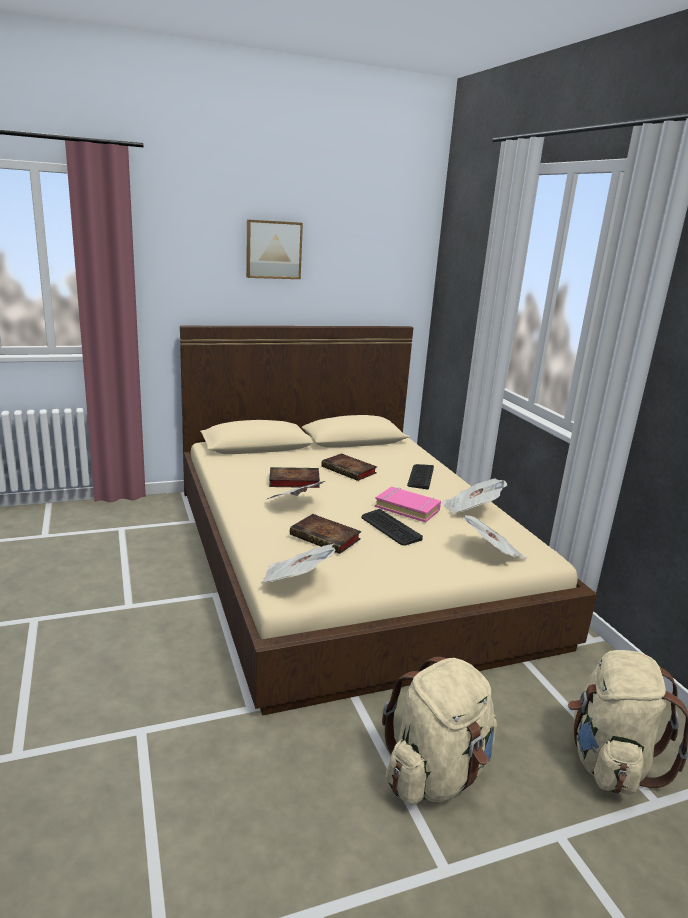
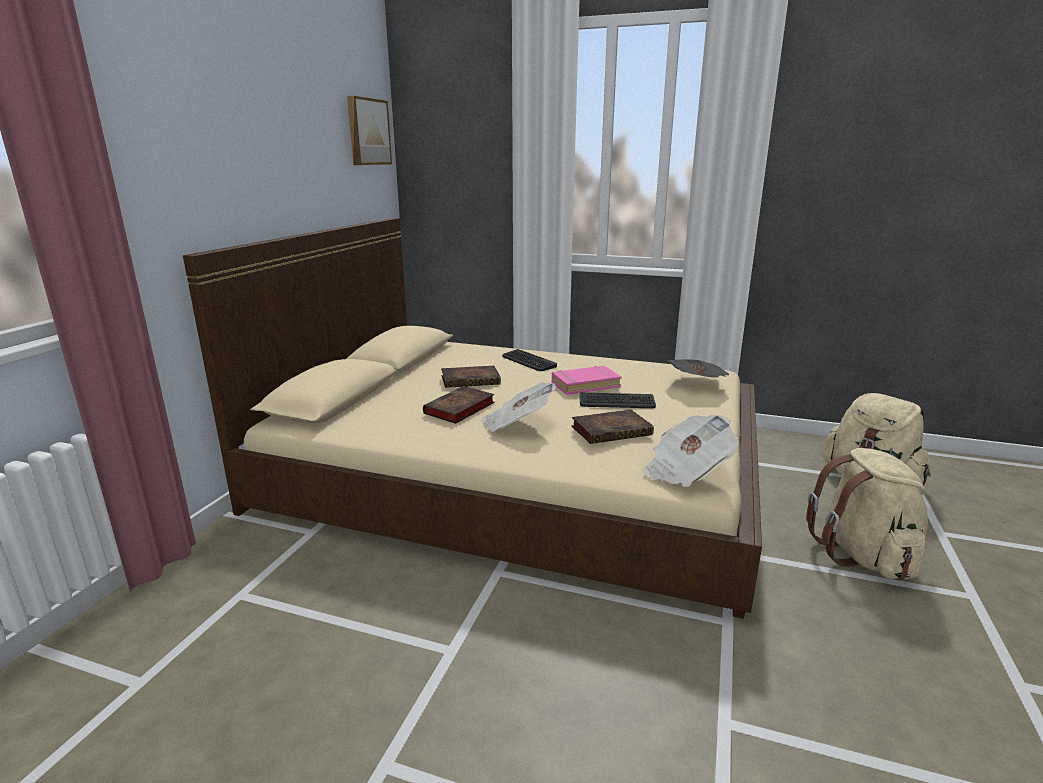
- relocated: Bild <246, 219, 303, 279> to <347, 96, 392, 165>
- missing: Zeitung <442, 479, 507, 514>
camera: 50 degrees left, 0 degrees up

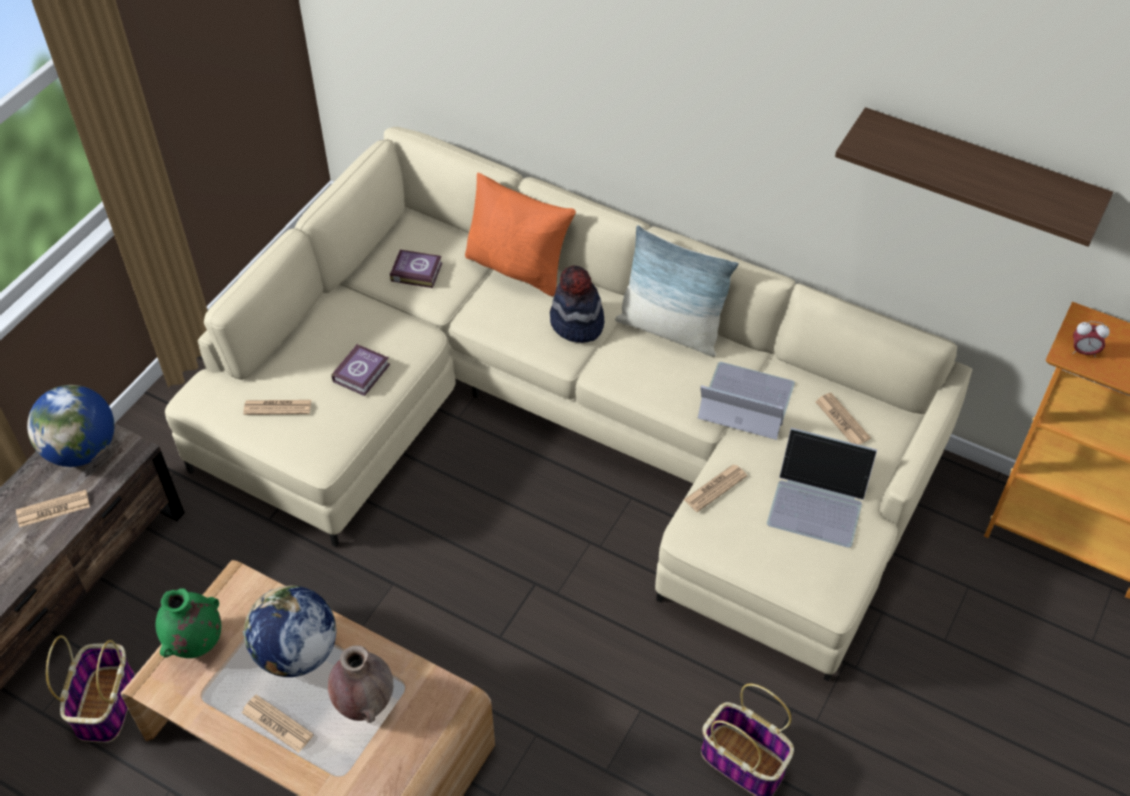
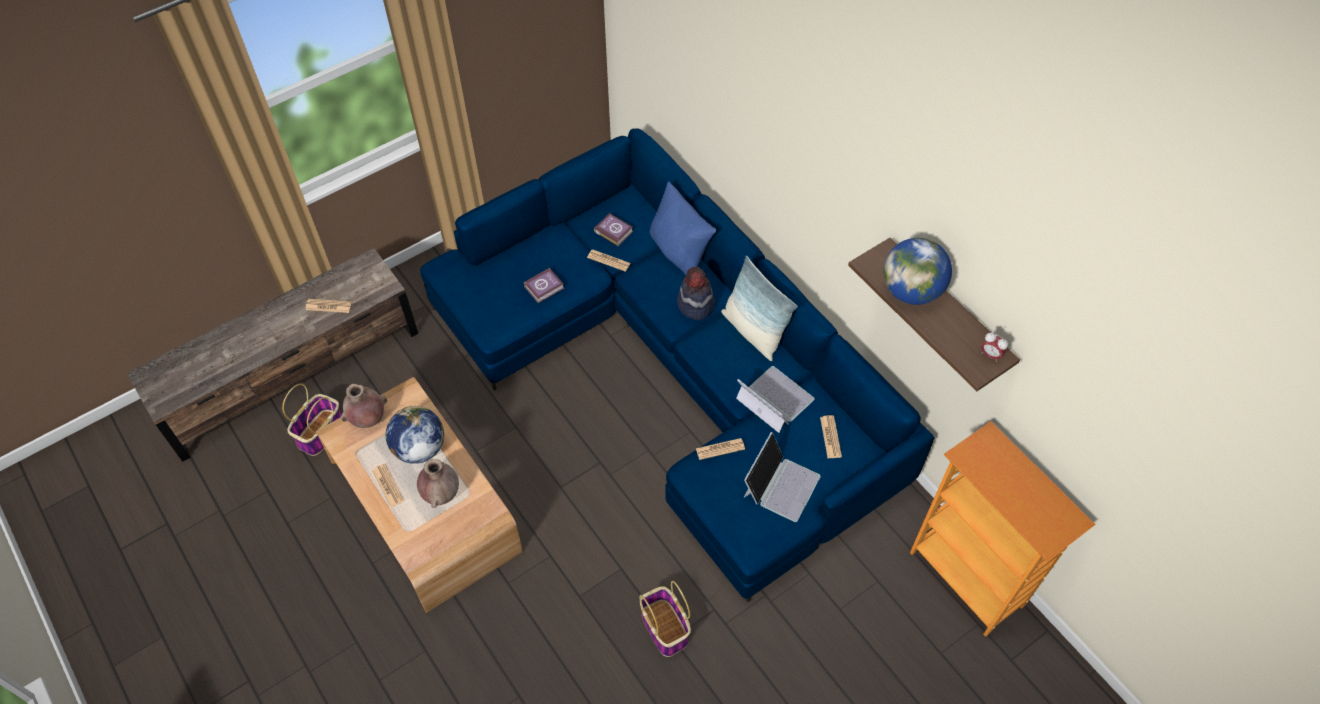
- colour: Sofa (beige) <165, 127, 972, 681> to Sofa (blau) <420, 128, 934, 602>
- colour: Kissen (orange) <465, 173, 576, 296> to Kissen (blau) <650, 181, 716, 275>
- relocated: Wecker <1072, 321, 1110, 358> to <981, 332, 1008, 362>
- relocated: Globus <27, 385, 114, 467> to <883, 238, 952, 305>
- relocated: Zeitung <243, 400, 311, 415> to <587, 250, 630, 272>
- spun: Laptop <767, 428, 877, 548> = <743, 432, 821, 522> 105 degrees counterclockwise
- colour: Vase (grün) <156, 588, 221, 658> to Vase (braun) <341, 384, 387, 428>
camera: 25 degrees right, 5 degrees up

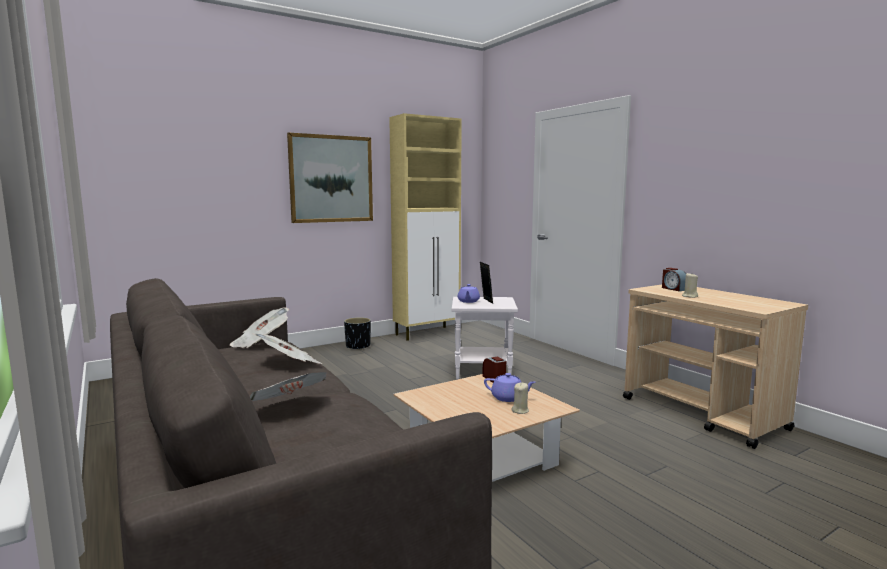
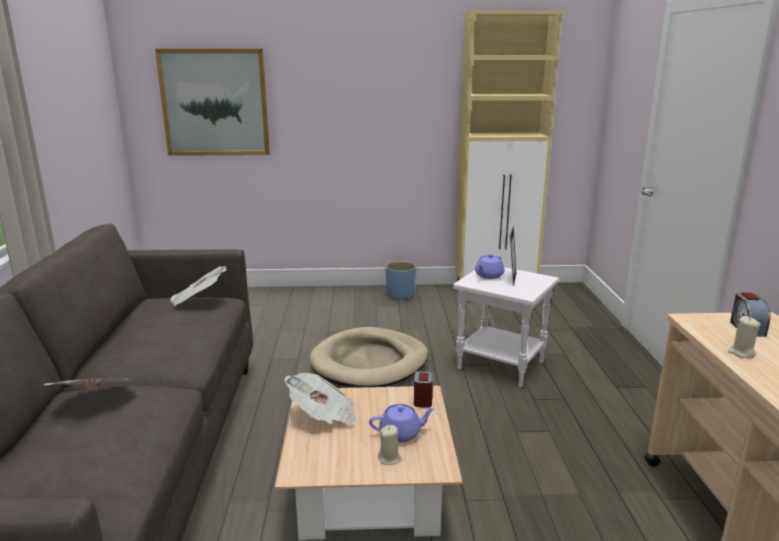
- relocated: Bild <287, 133, 373, 223> to <155, 49, 270, 156>
- colour: Pflanzkübel (schwarz) <344, 317, 371, 350> to Pflanzkübel (blau) <385, 261, 416, 300>
- relocated: Zeitung <252, 333, 323, 364> to <284, 373, 357, 425>
- spun: Teekanne (lila) <484, 373, 535, 402> = <369, 404, 435, 443> 60 degrees counterclockwise
- appeared: Hundebett (beige) <309, 327, 428, 388>
camera: 30 degrees right, 10 degrees up

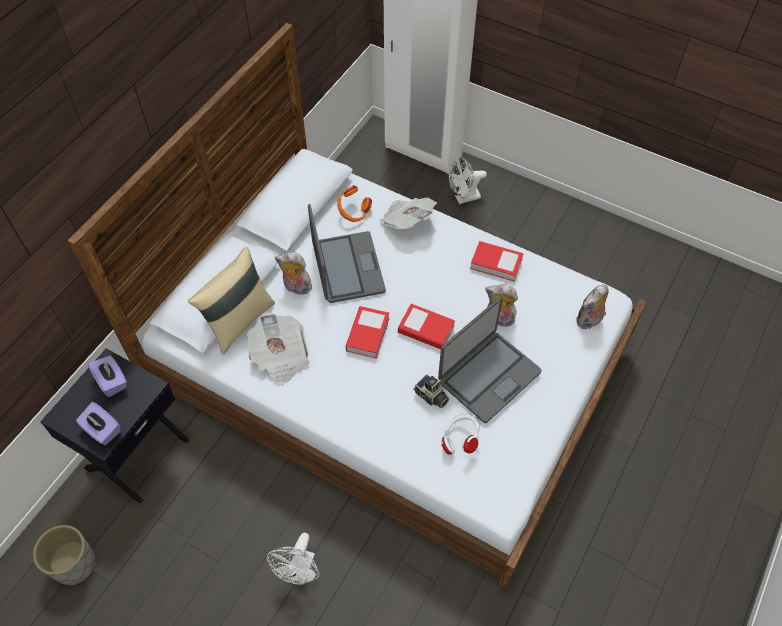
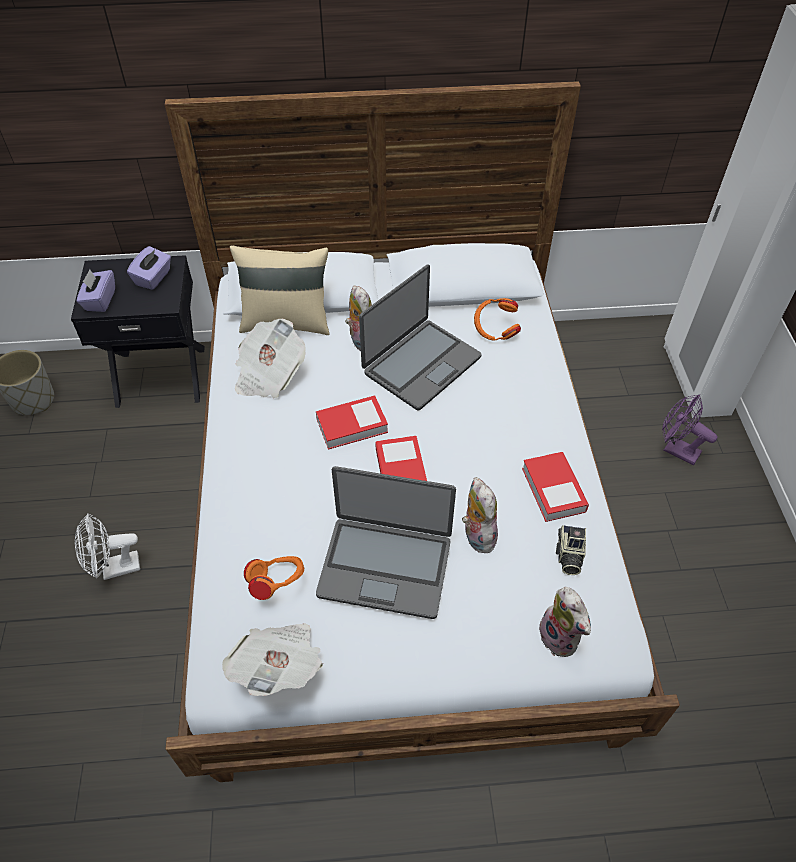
- colour: Ventilator (weiß) <449, 156, 487, 204> to Ventilator (lila) <662, 395, 717, 465>
- relocated: Zeitung <380, 197, 437, 229> to <222, 623, 323, 696>
- spun: Plüschtier <576, 284, 609, 329> = <537, 587, 591, 657> 135 degrees counterclockwise
- relocated: Kamera <413, 374, 449, 408> to <556, 525, 586, 575>
- colour: Kopfhörer (weiß) <441, 414, 480, 455> to Kopfhörer (orange) <244, 556, 304, 600>
camera: 55 degrees right, 5 degrees down

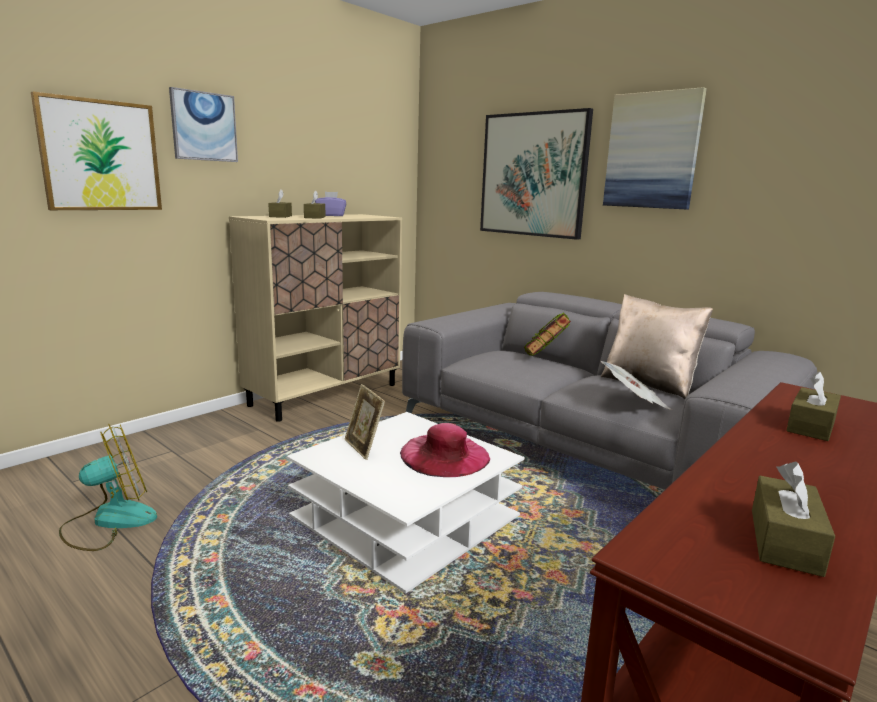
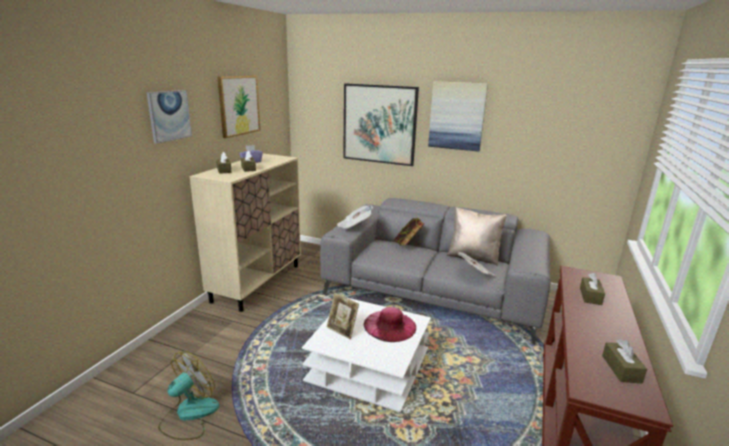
- relocated: Bild <31, 91, 162, 210> to <217, 75, 260, 138>
- appeared: Zeitung <337, 205, 373, 229>
camera: 20 degrees left, 5 degrees up

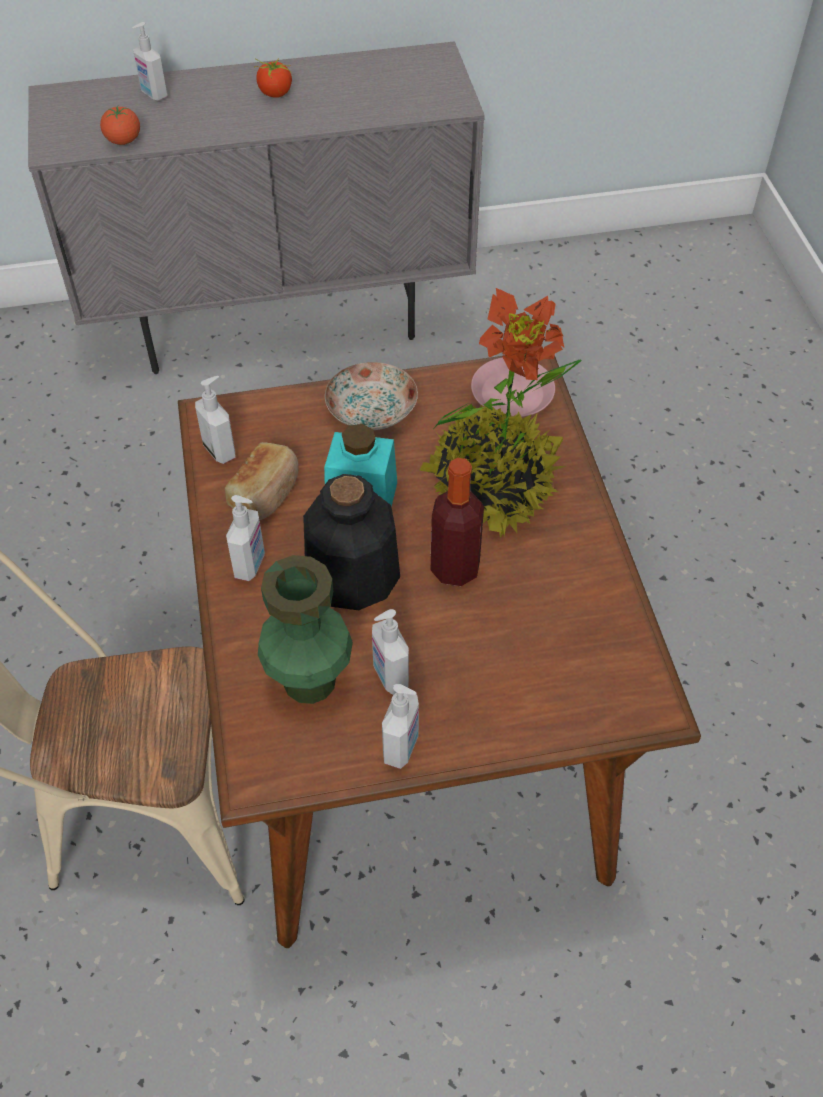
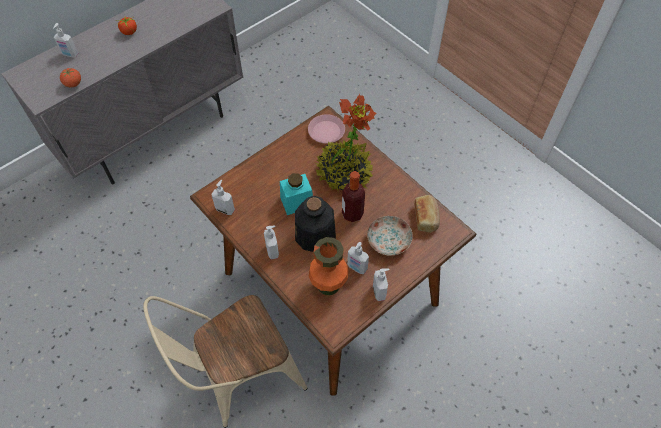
- relocated: Teller <325, 362, 418, 430> to <367, 216, 413, 256>
- relocated: Brot <225, 442, 299, 520> to <414, 195, 440, 233>
- colour: Vase (grün) <258, 555, 353, 704> to Vase (orange) <309, 237, 349, 295>
camera: 30 degrees left, 5 degrees up

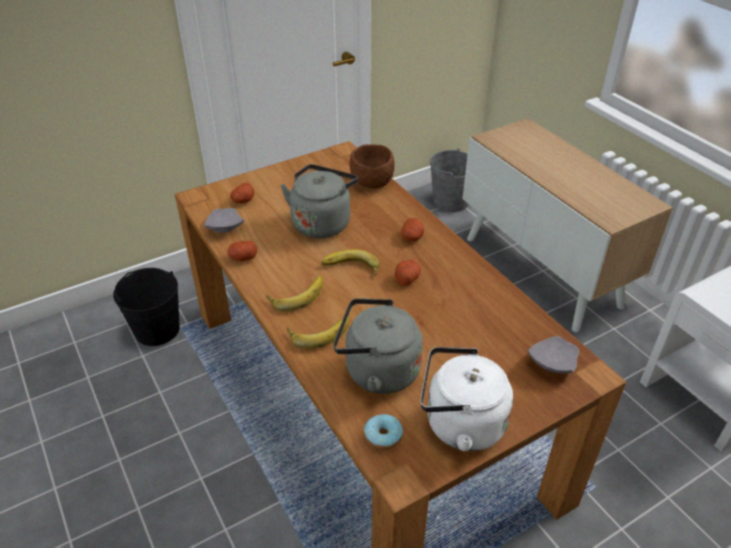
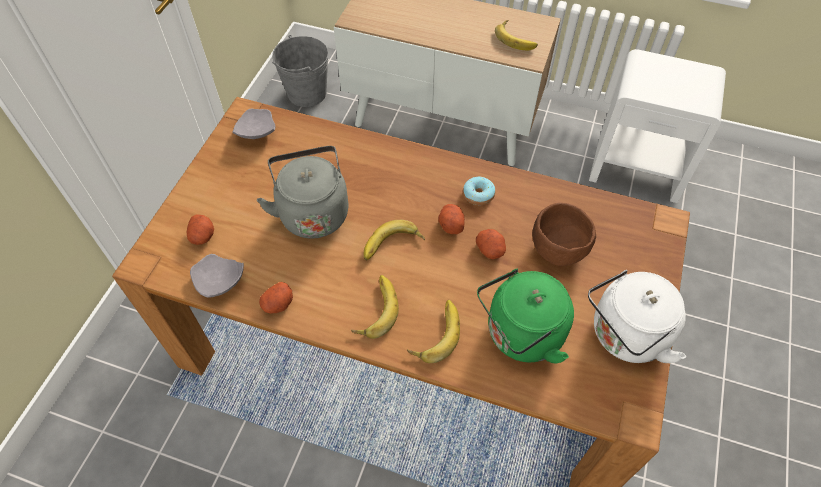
- relocated: Schüssel (braun) <349, 144, 395, 189> to <532, 203, 596, 266>
- relocated: Kartoffel <401, 218, 424, 241> to <476, 229, 506, 259>
- missing: Eimer (schwarz) <113, 268, 180, 346>
- colour: Wasserkessel (grau) <333, 298, 423, 394> to Wasserkessel (grün) <477, 269, 574, 363>
- relocated: Teller (grau) <527, 336, 579, 374> to <232, 108, 275, 139>
- relocated: Donut <364, 414, 403, 450> to <463, 176, 495, 205>
- appeared: Banane <495, 20, 538, 50>
camera: 40 degrees left, 15 degrees up

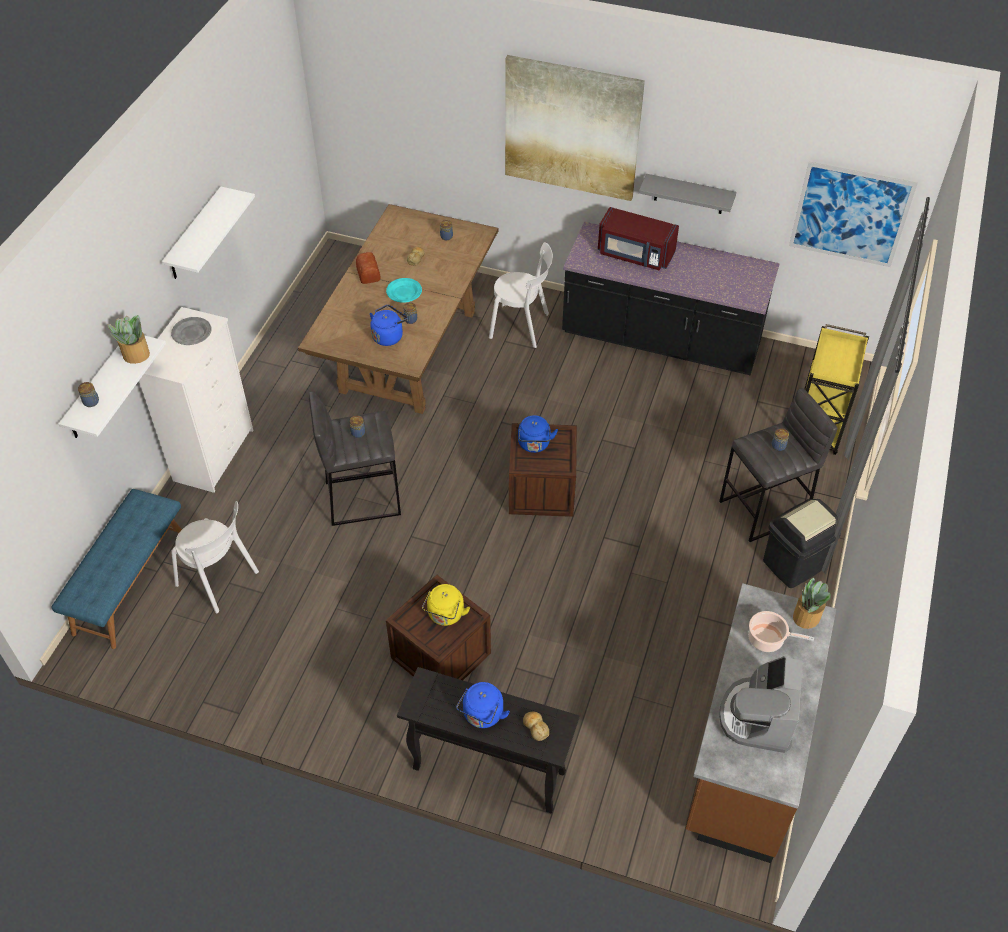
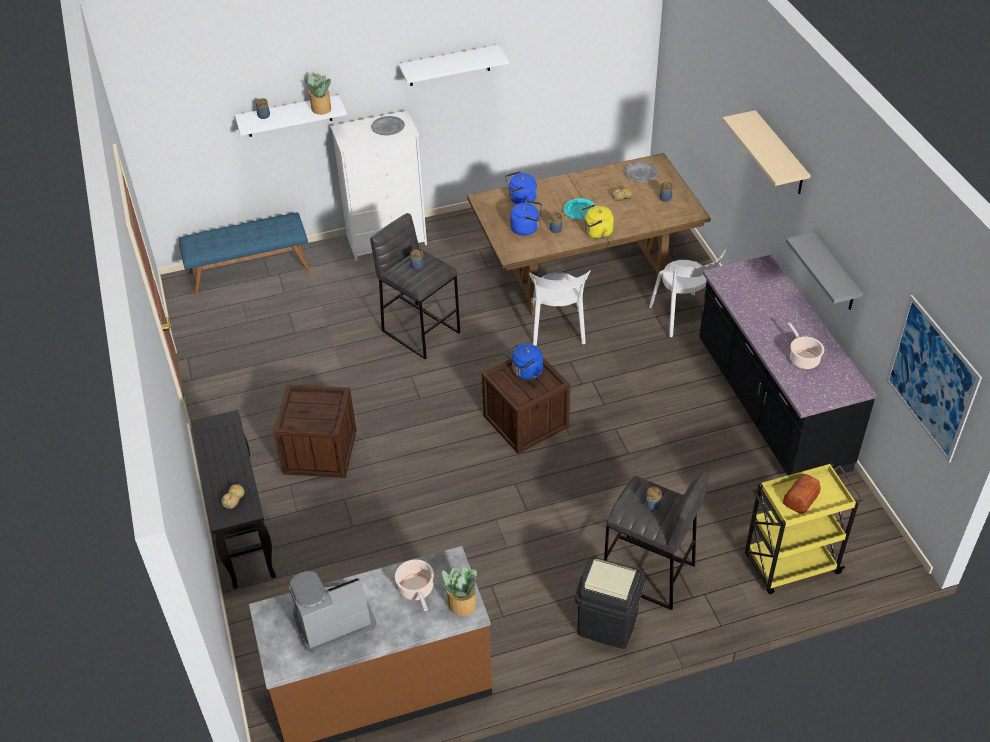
- exchanged: Bild <505, 55, 645, 201> to Wandregal (beige) <722, 110, 811, 194>
- missing: Mikrowelle (rot) <598, 207, 679, 270>
- relocated: Brot <356, 252, 381, 284> to <783, 474, 820, 514>
- relocated: Stuhl (weiß) <171, 501, 259, 613> to <529, 270, 591, 346>
- relocated: Wasserkessel (gelb) <422, 584, 470, 626> to <580, 204, 614, 239>
- relocated: Wasserkessel (blau) <456, 682, 510, 728> to <505, 171, 537, 204>
- appeared: Teller (grau) <625, 162, 658, 182>
- appeared: Kochtopf <788, 323, 824, 369>
camera: 55 degrees right, 5 degrees down

